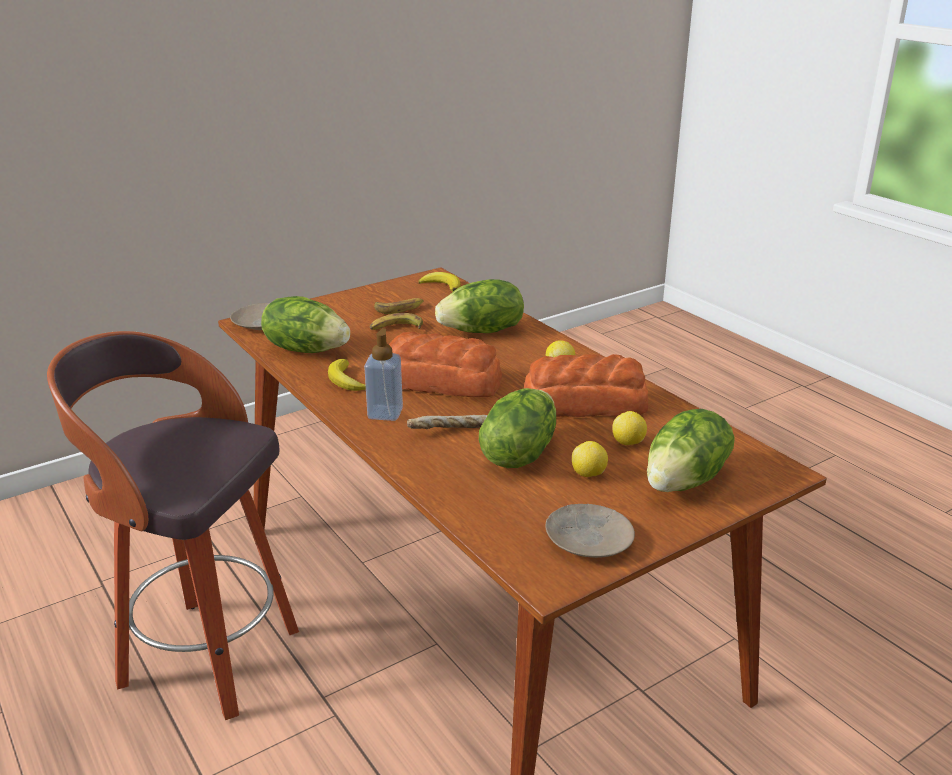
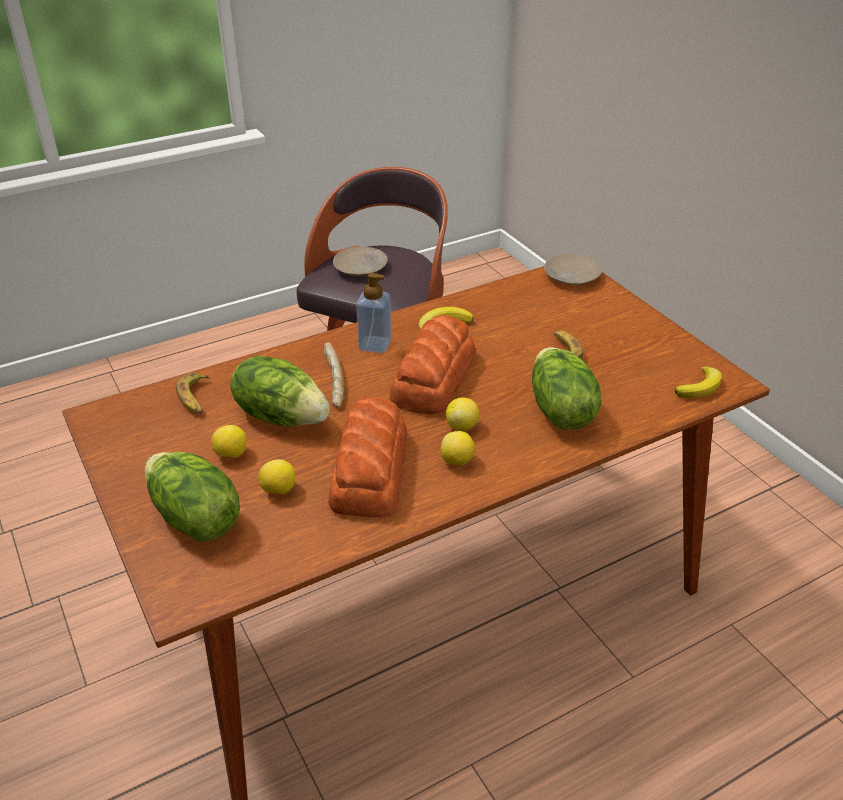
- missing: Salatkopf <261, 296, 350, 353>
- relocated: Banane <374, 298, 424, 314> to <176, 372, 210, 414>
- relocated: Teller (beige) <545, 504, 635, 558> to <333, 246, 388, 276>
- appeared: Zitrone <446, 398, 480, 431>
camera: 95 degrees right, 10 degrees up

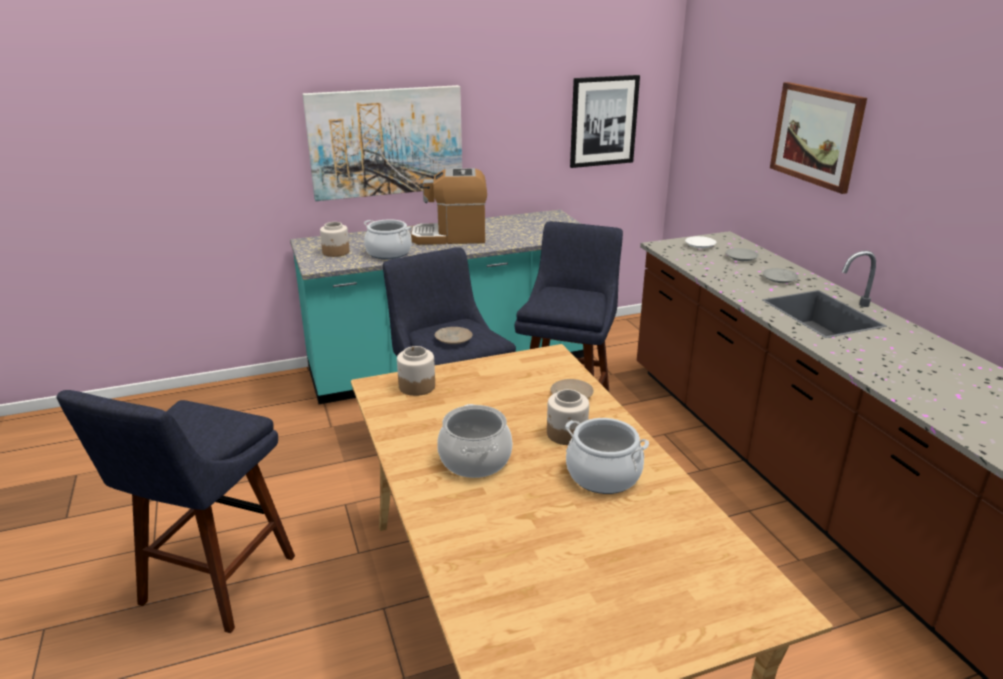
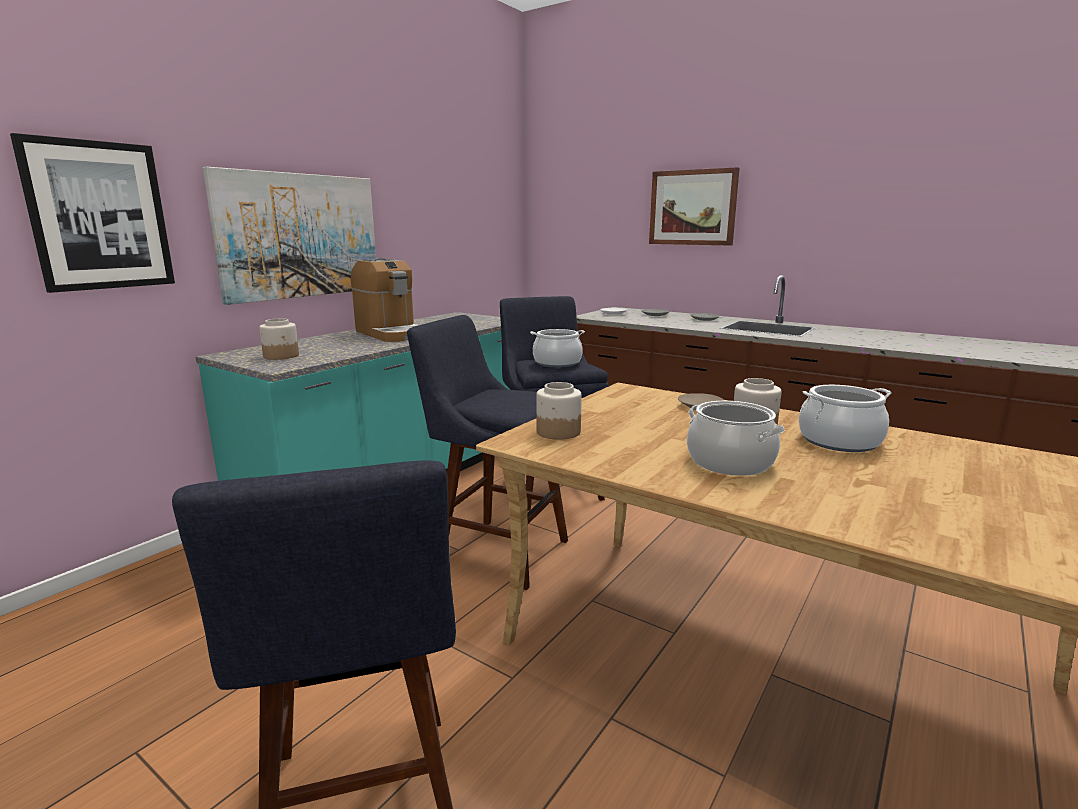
- relocated: Bild <570, 75, 640, 168> to <10, 133, 175, 293>
- spun: Kaffeemaschine <411, 168, 487, 245> = <351, 258, 418, 342> 90 degrees counterclockwise
- relocated: Kochtopf <364, 219, 412, 259> to <530, 329, 585, 367>
- missing: Teller (beige) <435, 327, 472, 344>
camera: 35 degrees left, 10 degrees down

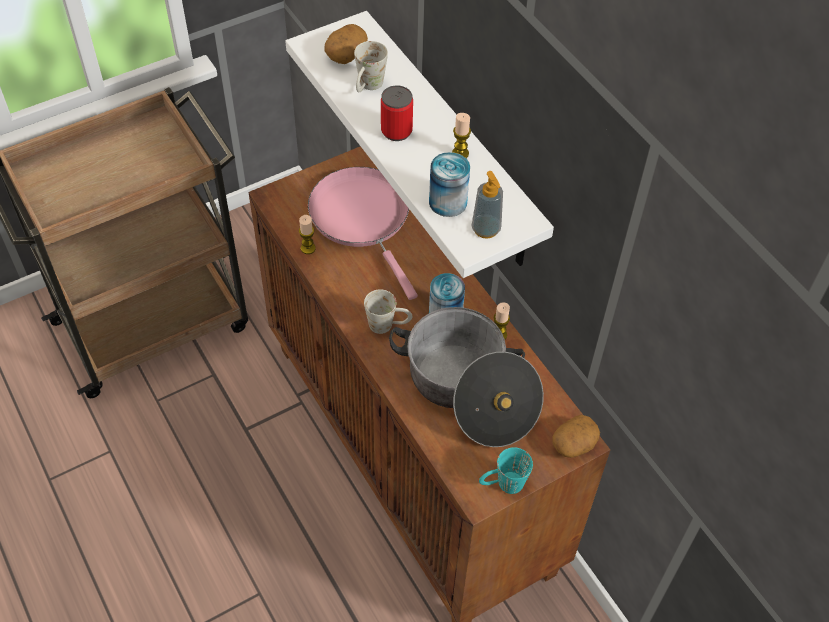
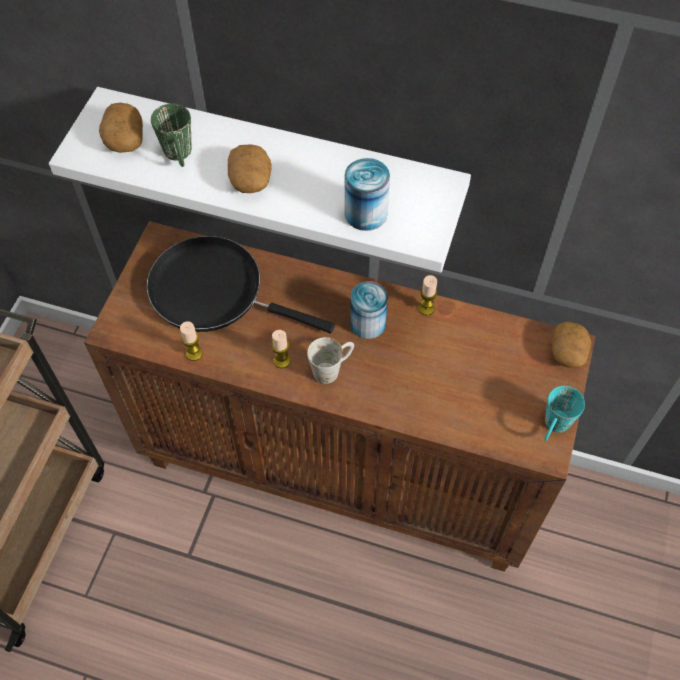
- colour: Henkelbecher (weiß) <354, 41, 388, 93> to Henkelbecher (grün) <151, 103, 191, 167>
- exchanged: Dose <381, 85, 413, 141> to Kartoffel <228, 144, 272, 193>
- relocated: Kerze <452, 113, 471, 158> to <271, 330, 291, 368>
- colour: Pfanne (rosa) <308, 167, 418, 300> to Pfanne (schwarz) <146, 236, 335, 333>
- missing: Seifenspender <471, 171, 503, 239>
- missing: Kochtopf <389, 307, 544, 447>
camera: 40 degrees left, 5 degrees up

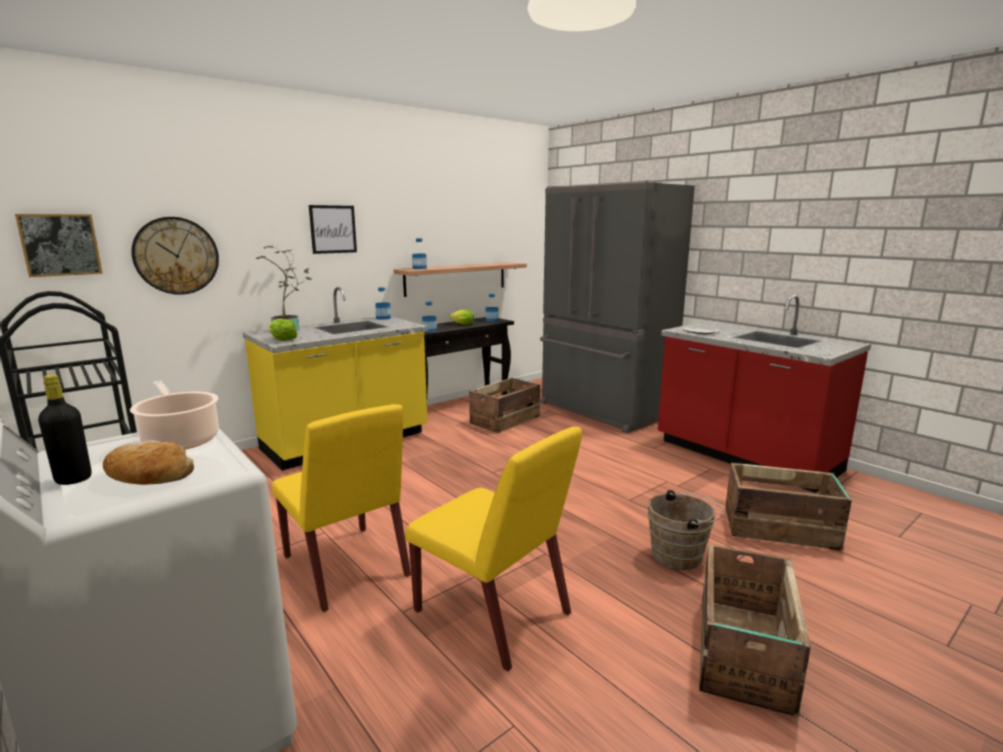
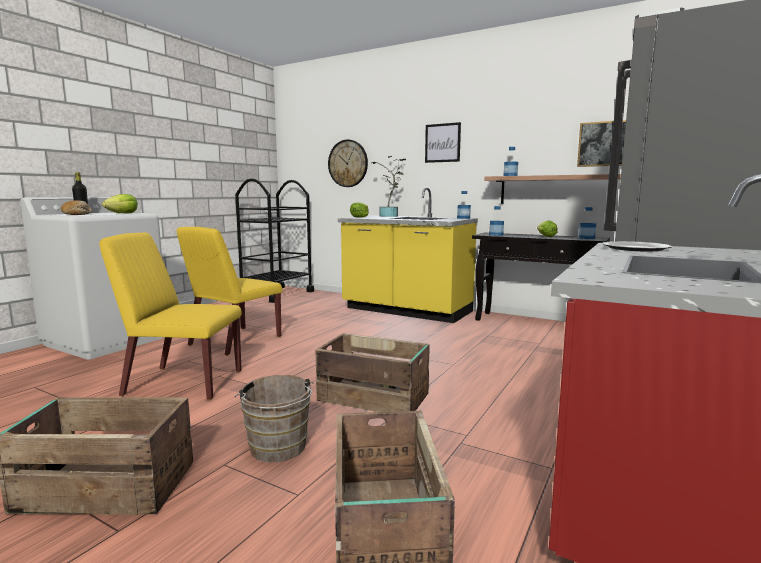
- relocated: Bild <15, 214, 103, 277> to <577, 120, 626, 167>
- relocated: Kiste <469, 378, 540, 433> to <315, 333, 430, 412>
- exchanged: Kochtopf <130, 380, 219, 450> to Salatkopf <102, 194, 138, 214>
- spun: Stuhl (gelb) <405, 426, 582, 671> = <99, 233, 242, 400> 75 degrees clockwise
camera: 70 degrees right, 5 degrees down

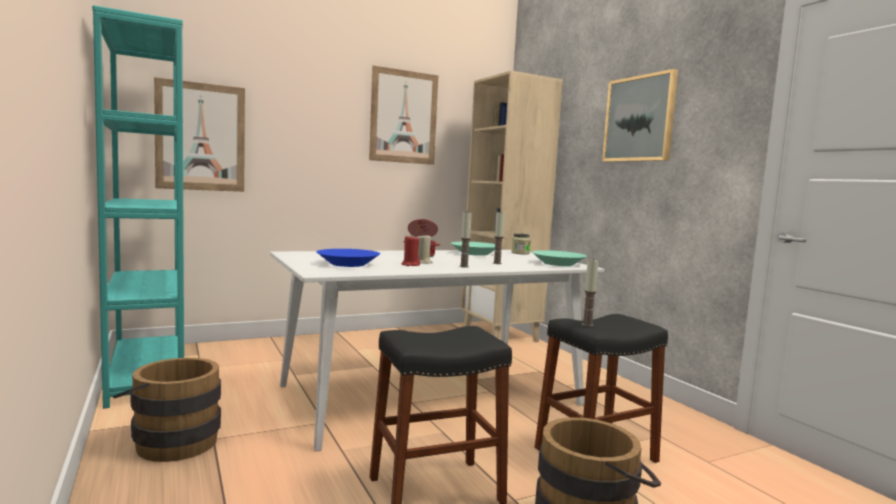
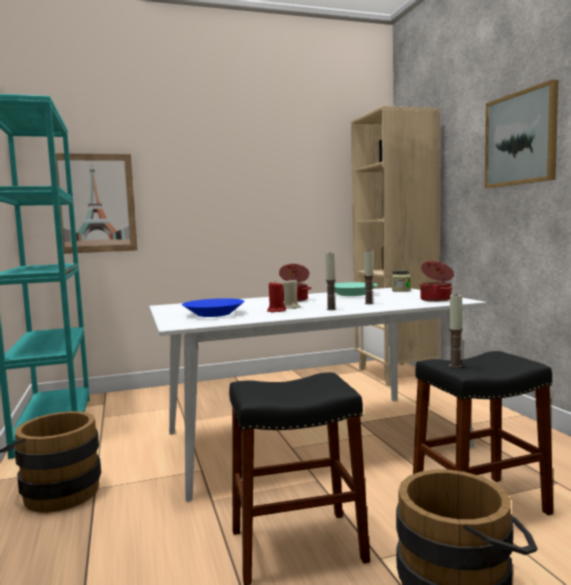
- missing: Bild <369, 66, 438, 165>
- exchanged: Schüssel (türkis) <532, 250, 587, 266> to Kochtopf <420, 261, 454, 302>
camera: 10 degrees right, 0 degrees up

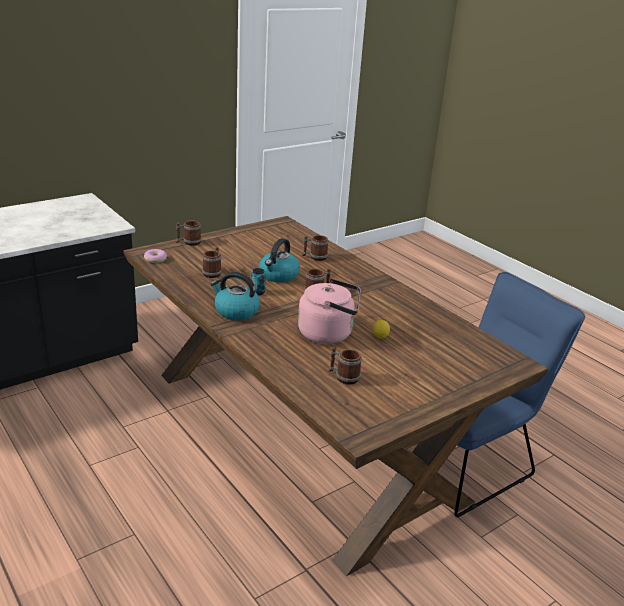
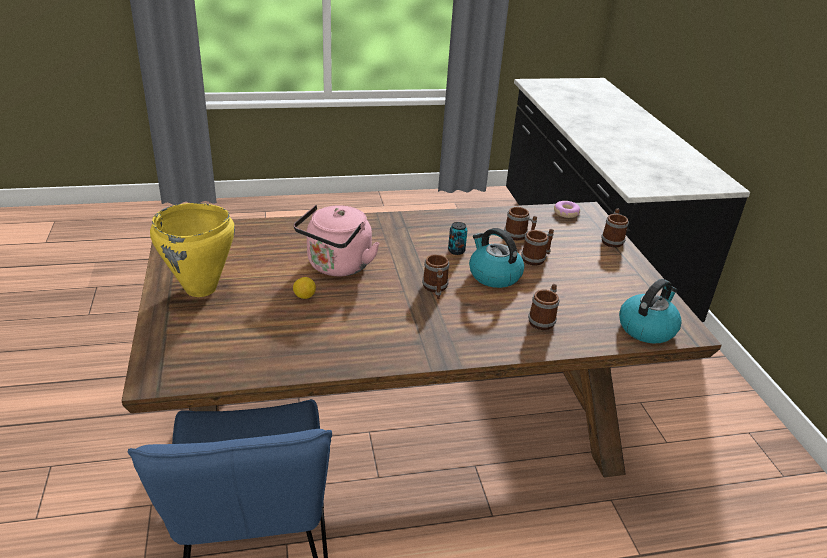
- relocated: Wasserkessel <210, 272, 260, 320> to <619, 279, 682, 343>
- relocated: Henkelbecher <329, 347, 362, 385> to <521, 229, 554, 266>
- appeared: Kochtopf (gelb) <150, 203, 235, 297>
camera: 115 degrees right, 5 degrees up

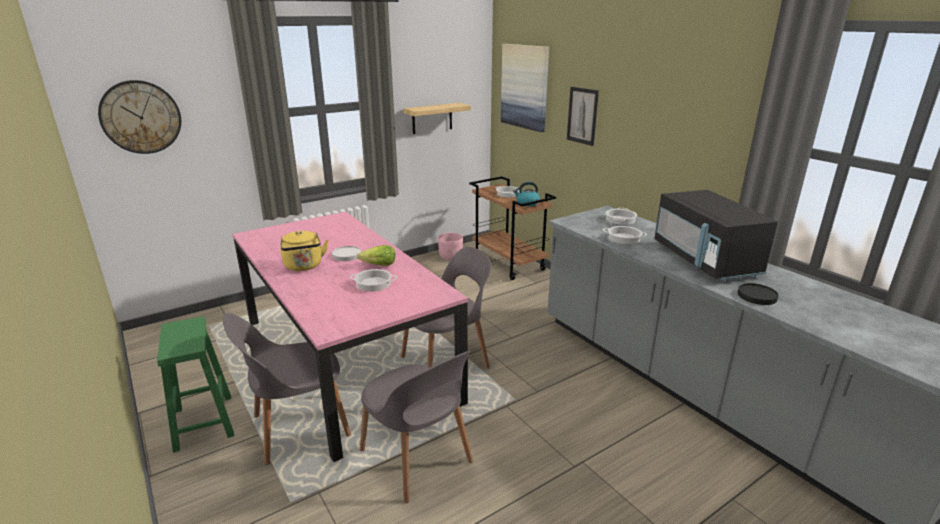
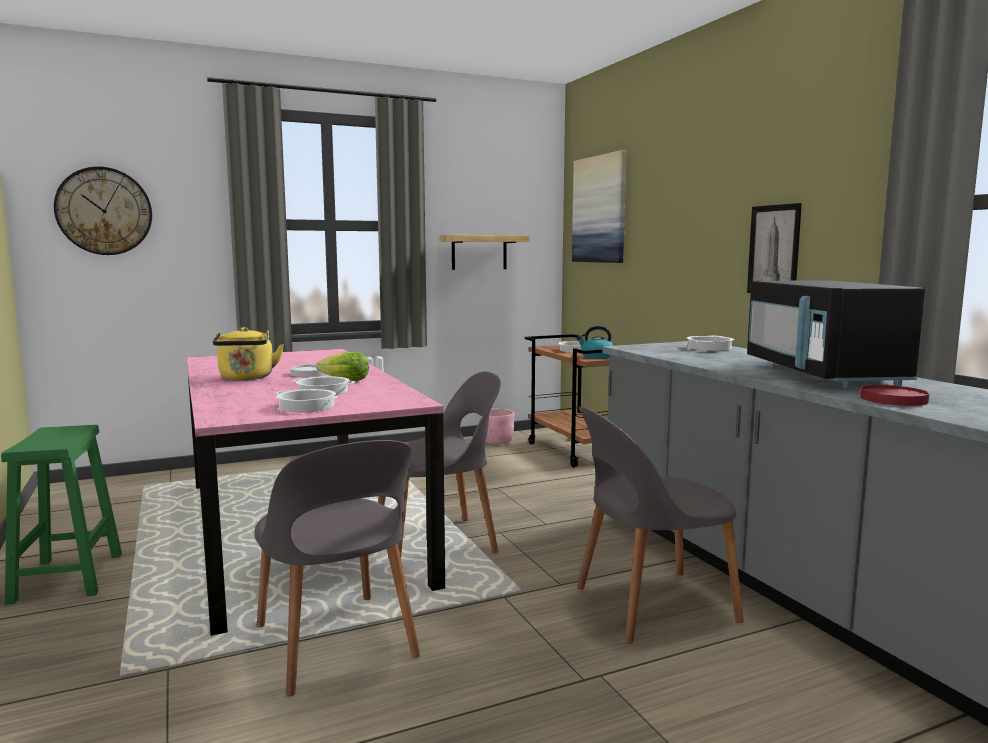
- relocated: Bild <567, 87, 599, 146> to <747, 203, 802, 293>
- relocated: Kochtopf <603, 226, 647, 244> to <275, 389, 337, 412>
- colour: Teller (schwarz) <737, 283, 779, 305> to Teller (rot) <860, 385, 930, 406>
- relocated: Stuhl (grau) <223, 313, 351, 465> to <577, 407, 744, 643>
camera: 10 degrees right, 15 degrees down

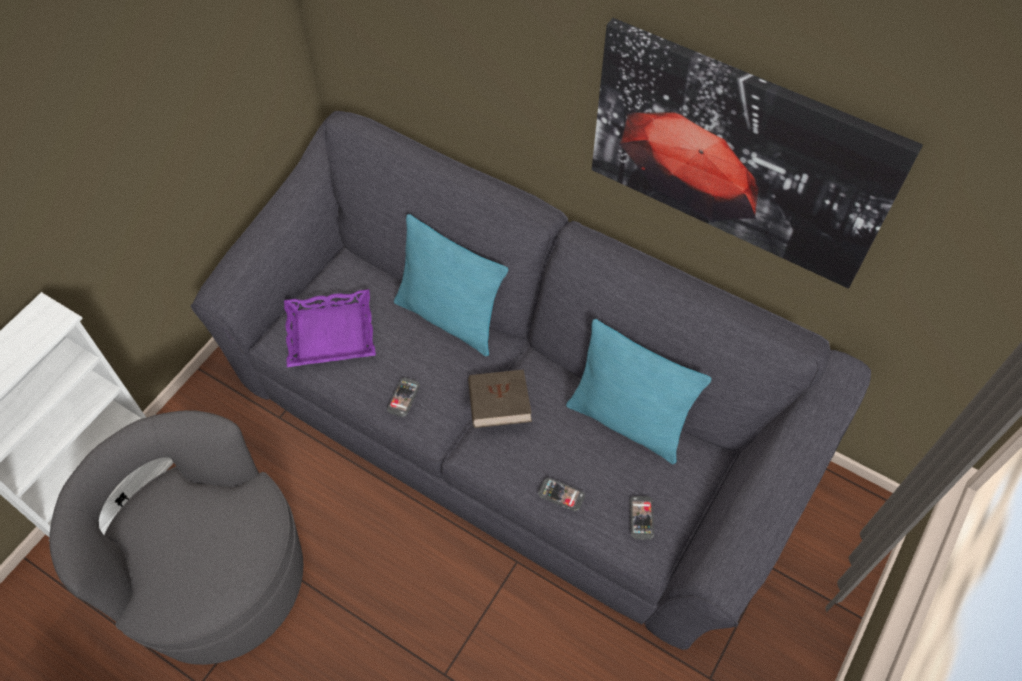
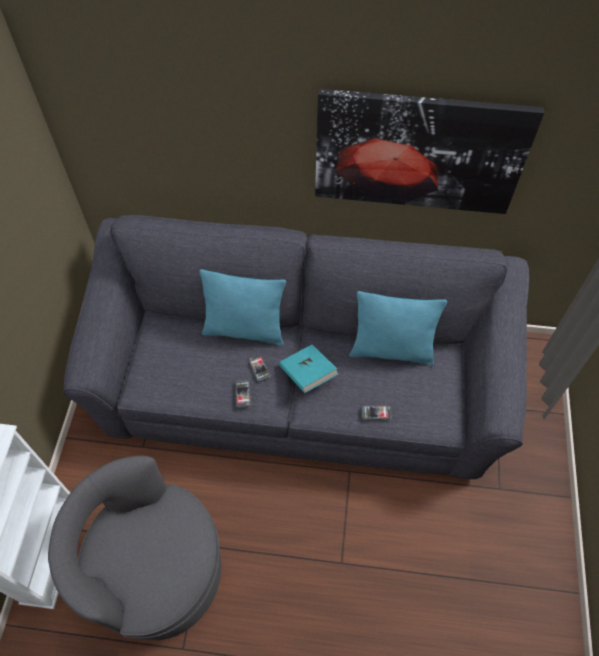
- missing: Tablett (lila) <284, 289, 376, 367>
- colour: Buch (braun) <468, 370, 532, 428> to Buch (türkis) <279, 345, 338, 393>
- relocated: Handy <630, 496, 654, 540> to <248, 354, 271, 382>
camera: 25 degrees left, 0 degrees up

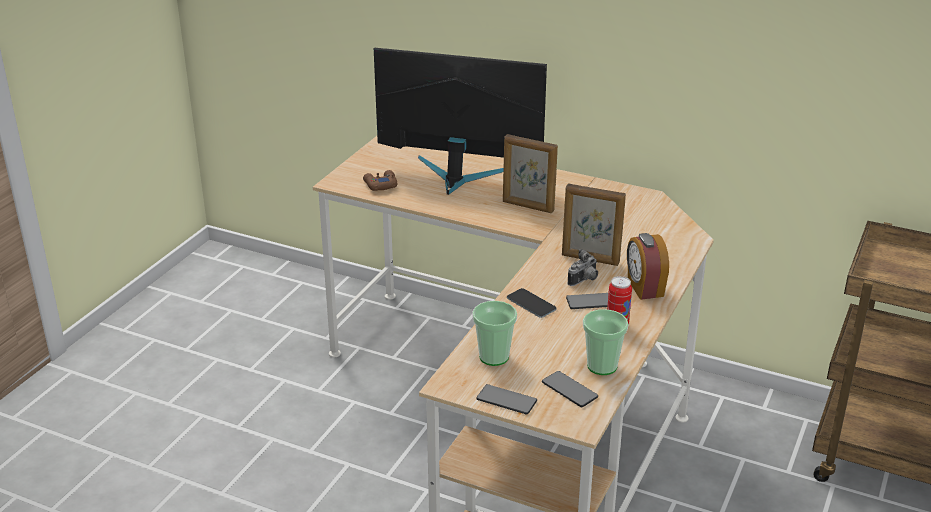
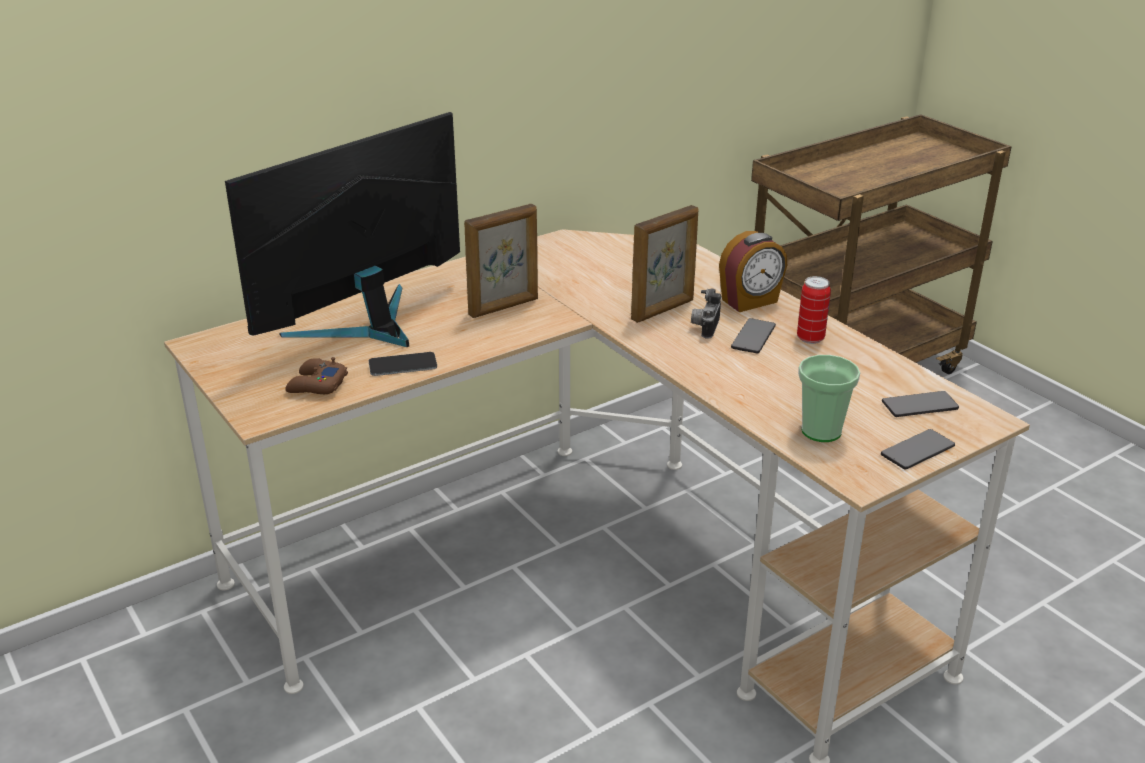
- spun: Wecker <627, 233, 669, 300> = <719, 231, 787, 312> 45 degrees counterclockwise
- spun: Kamera <568, 249, 598, 286> = <691, 288, 721, 339> 150 degrees counterclockwise
- relocated: Handy <507, 288, 557, 318> to <369, 352, 437, 376>
- missing: Tasse <583, 309, 629, 375>
camera: 60 degrees left, 0 degrees up

